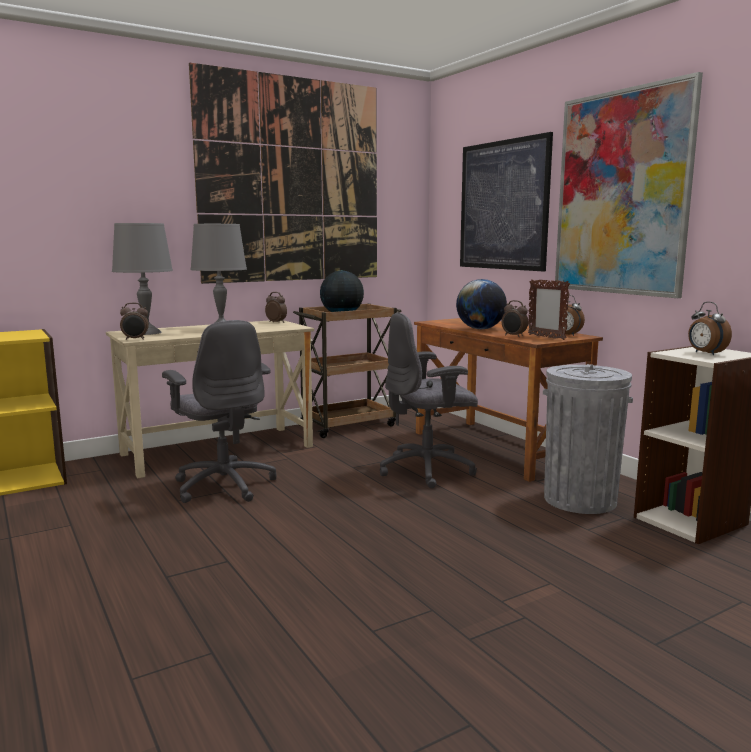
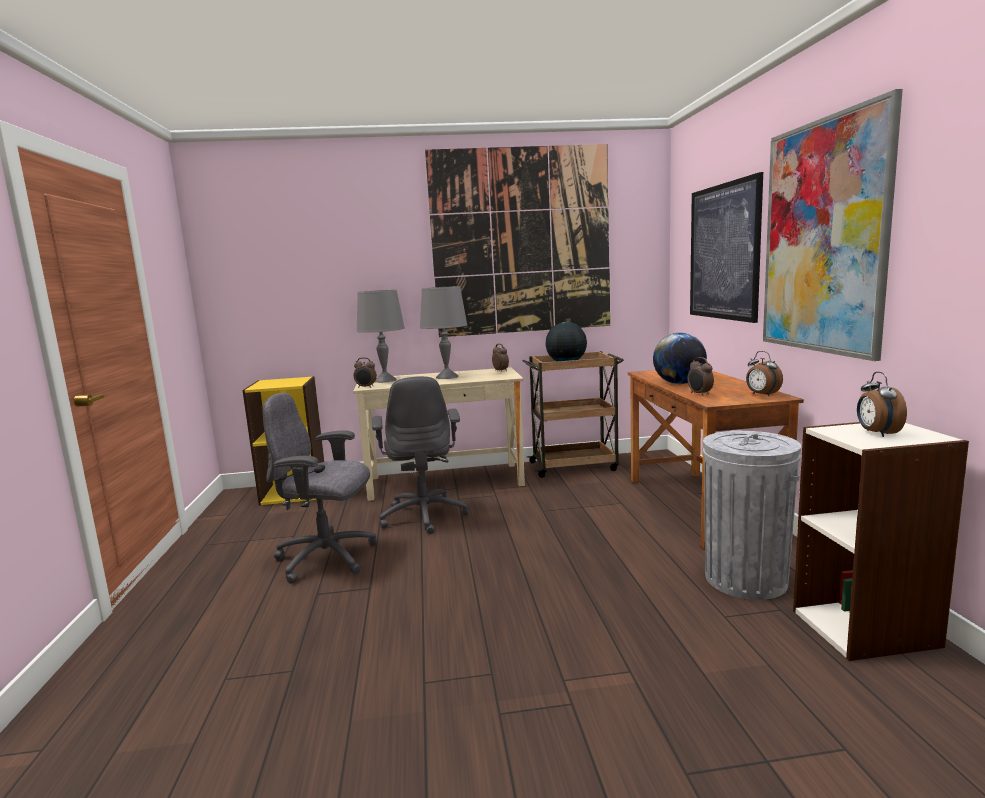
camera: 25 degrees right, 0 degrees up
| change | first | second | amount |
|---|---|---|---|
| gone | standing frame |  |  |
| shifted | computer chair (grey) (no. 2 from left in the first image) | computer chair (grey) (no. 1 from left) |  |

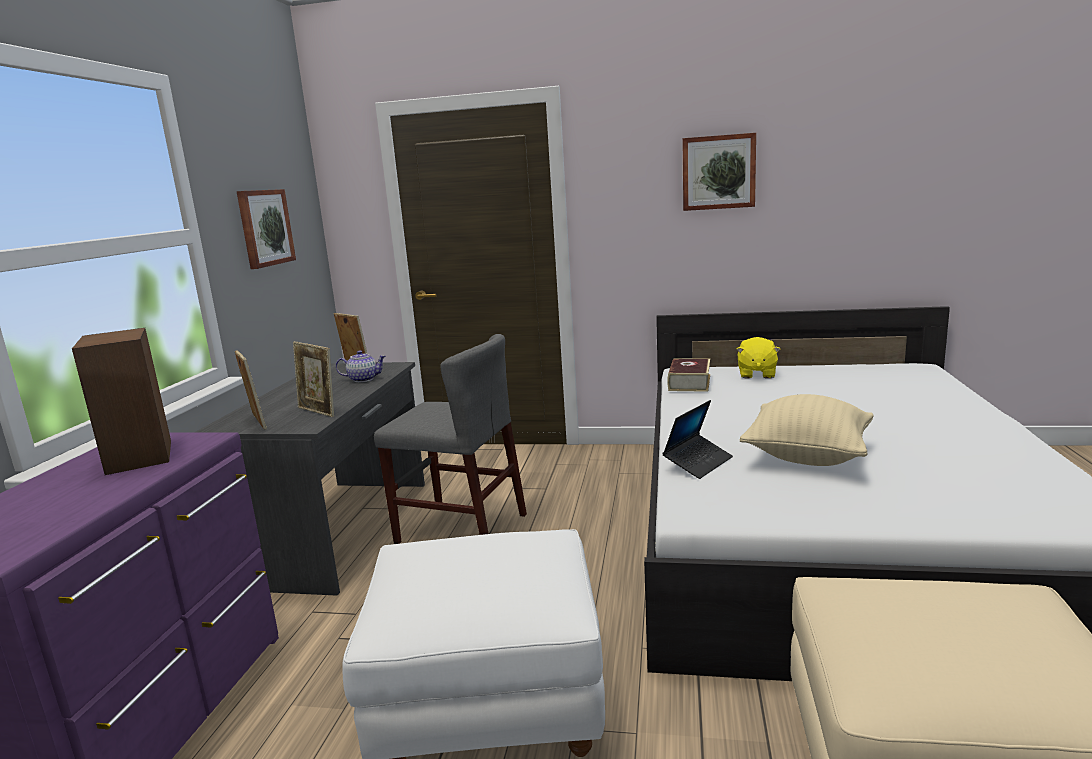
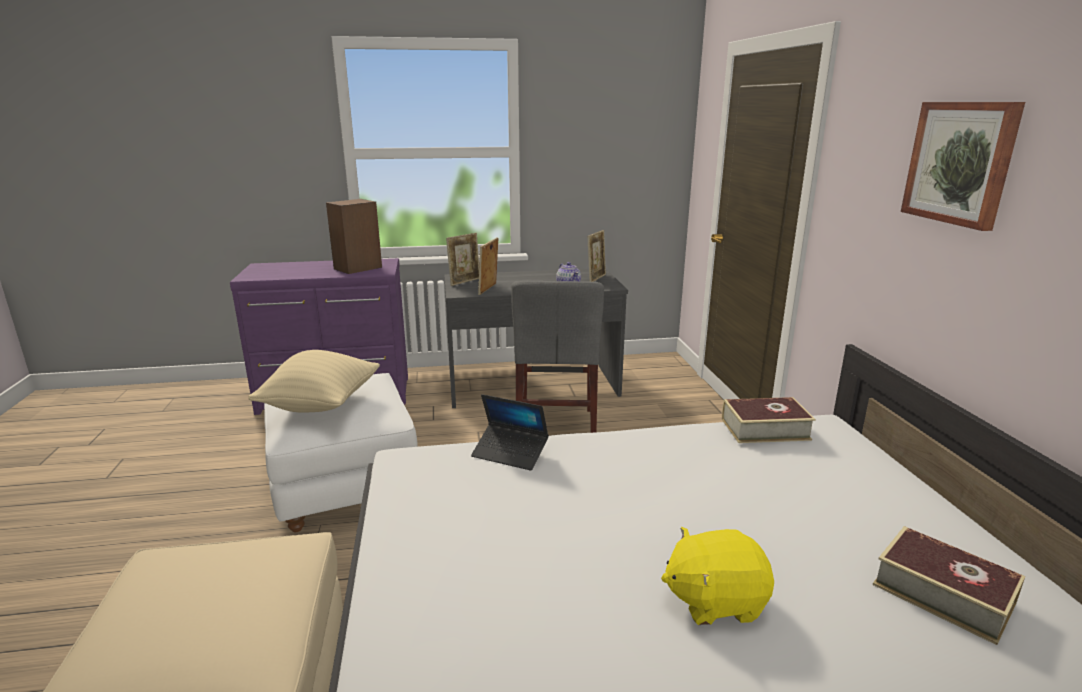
camera: 70 degrees right, 5 degrees up
| change | first | second | amount |
|---|---|---|---|
| gone | wall picture (no. 1 from left) |  |  |
| new |  | volume (no. 2 from left) |  |
| shifted | soft toy (yellowish) |  |  |
| shifted | throw pillow (beige) |  |  |

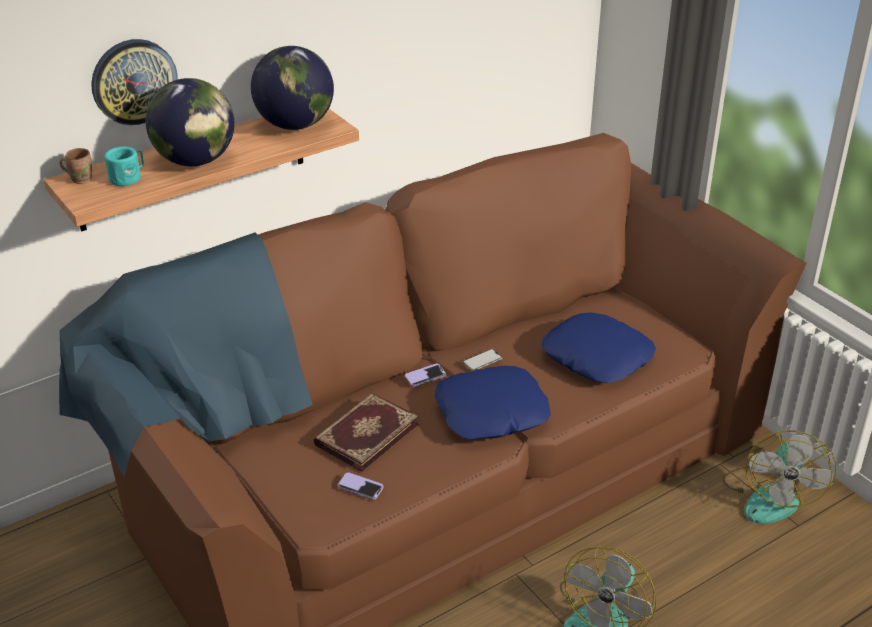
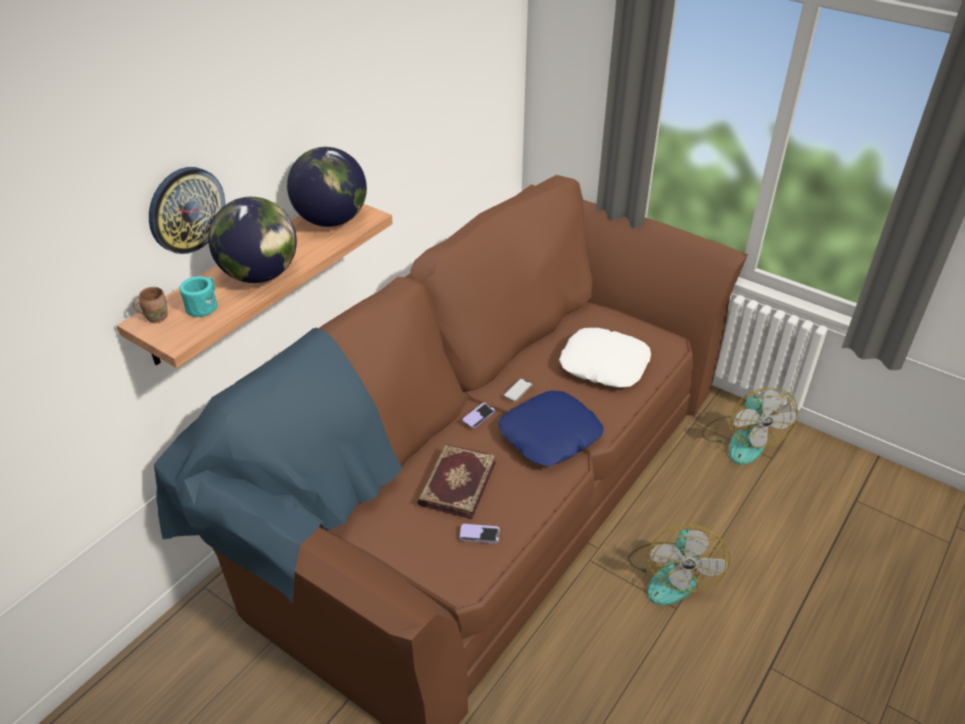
camera: 20 degrees left, 5 degrees up
| change | first | second | amount |
|---|---|---|---|
| repainted | throw pillow (bluish) (no. 2 from left) | throw pillow (white-coloured) |  |

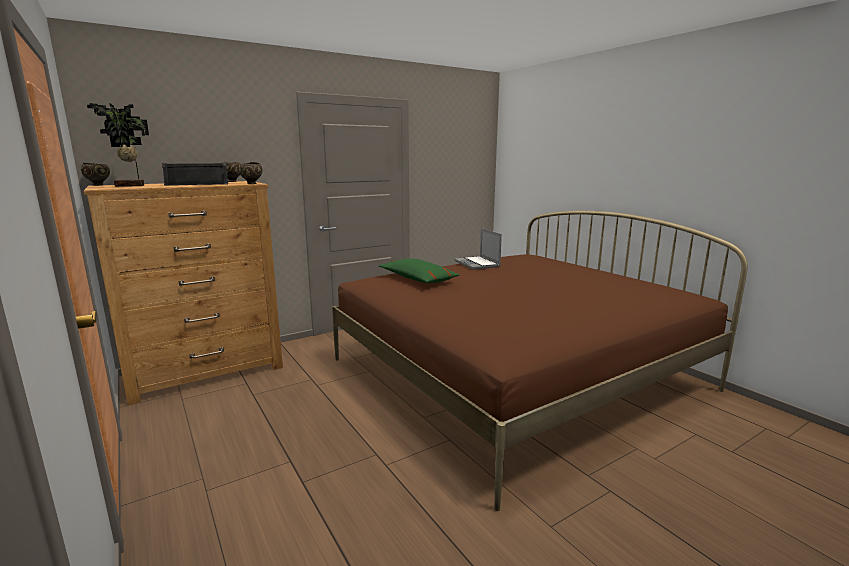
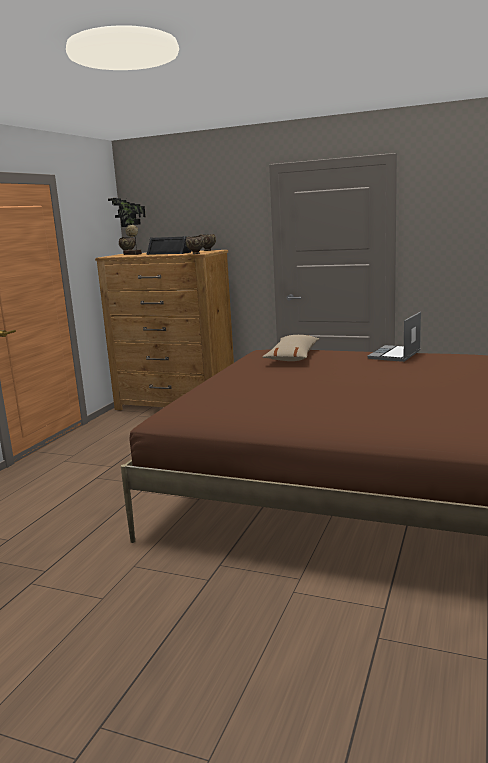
camera: 55 degrees right, 0 degrees up
| change | first | second | amount |
|---|---|---|---|
| repainted | throw pillow (greenish) | throw pillow (beige) |  |

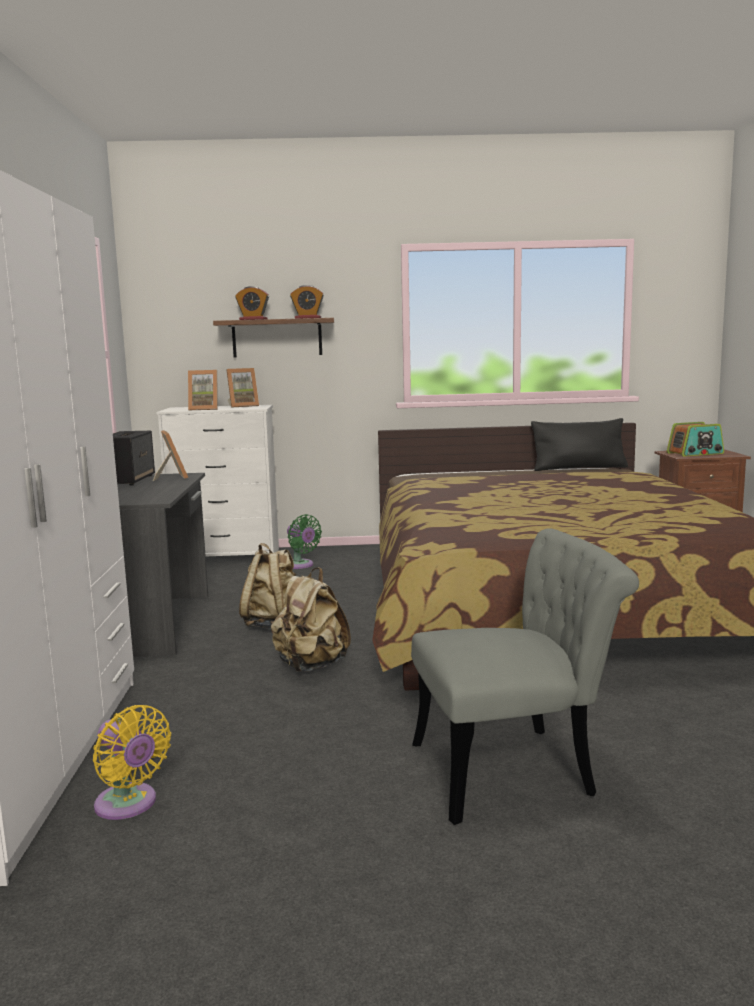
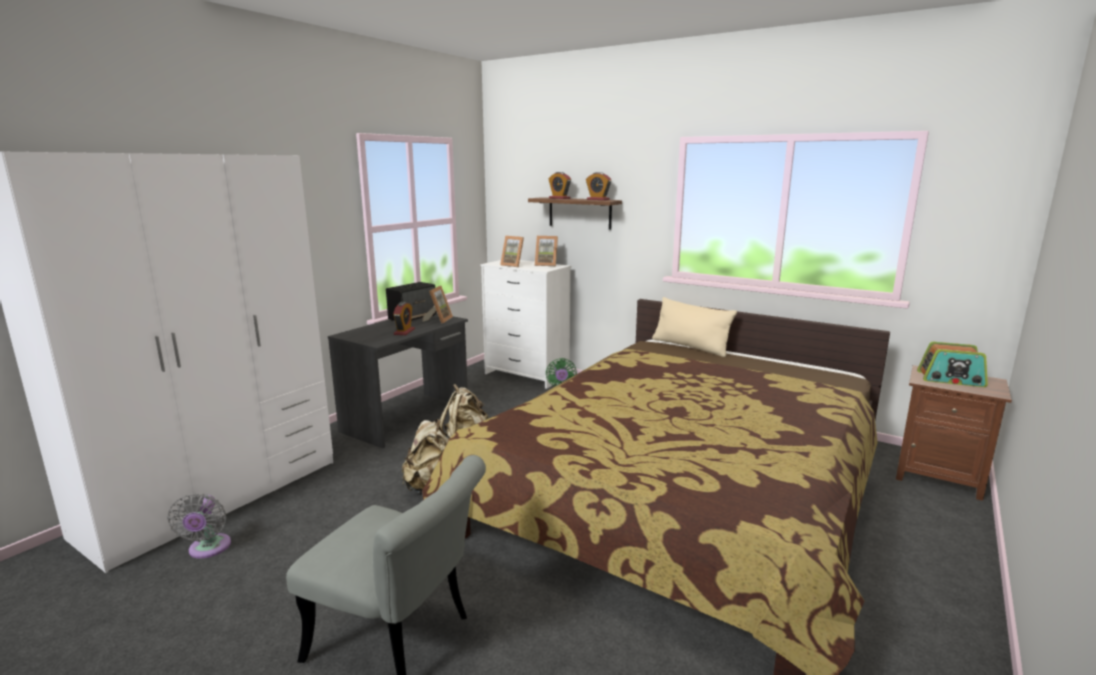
camera: 35 degrees right, 5 degrees up
| change | first | second | amount |
|---|---|---|---|
| gone | throw pillow (blackish) |  |  |
| new |  | table clock (no. 1 from left) |  |
| new |  | throw pillow (beige) |  |
| repainted | fan (yellowish) | fan (grey) |  |

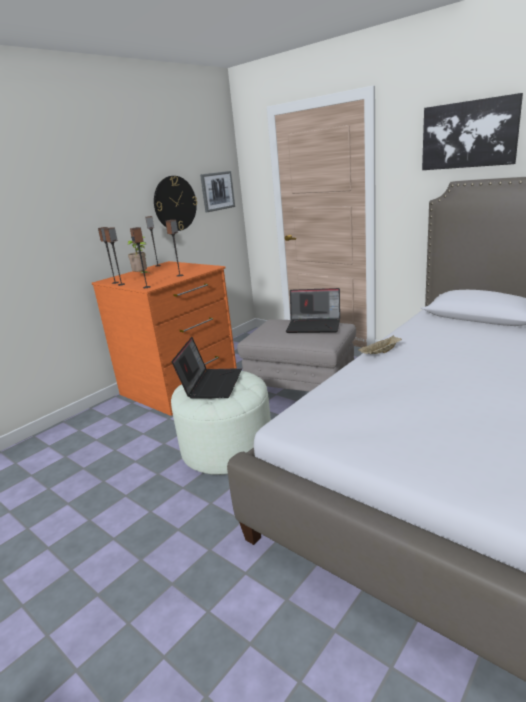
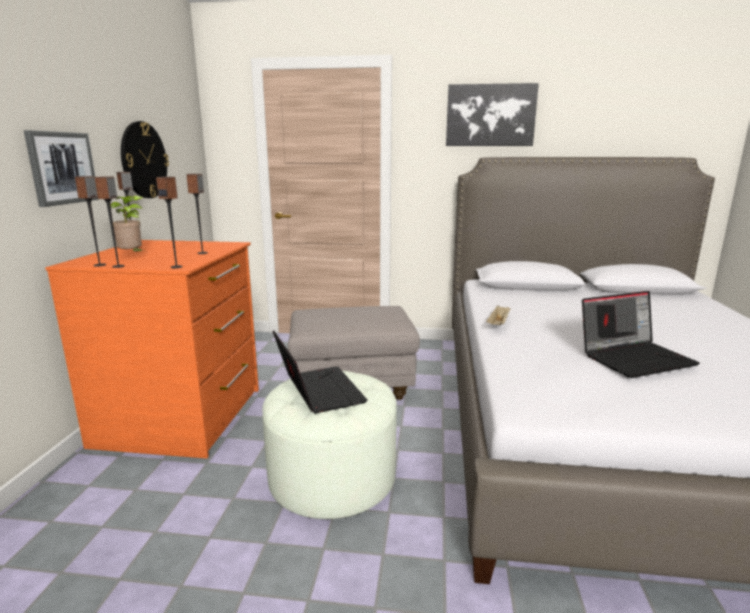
camera: 35 degrees left, 5 degrees down
| change | first | second | amount |
|---|---|---|---|
| shifted | wall picture (no. 1 from left) |  |  |
| shifted | portable computer (no. 2 from left) |  |  |

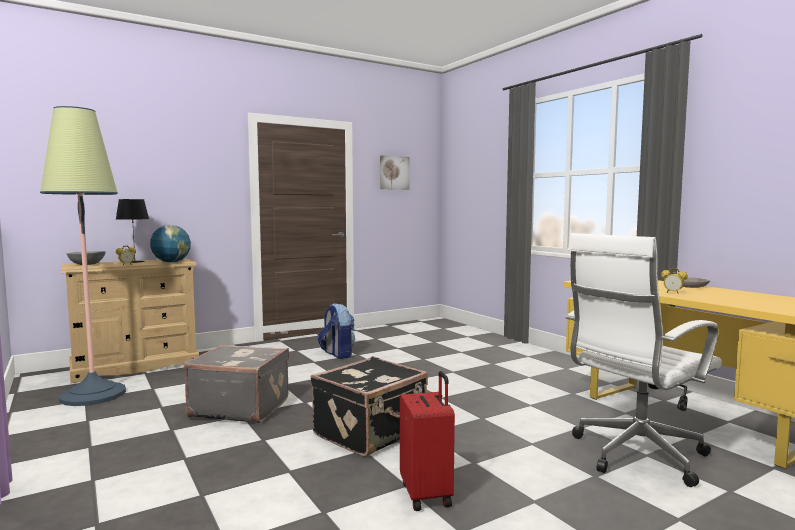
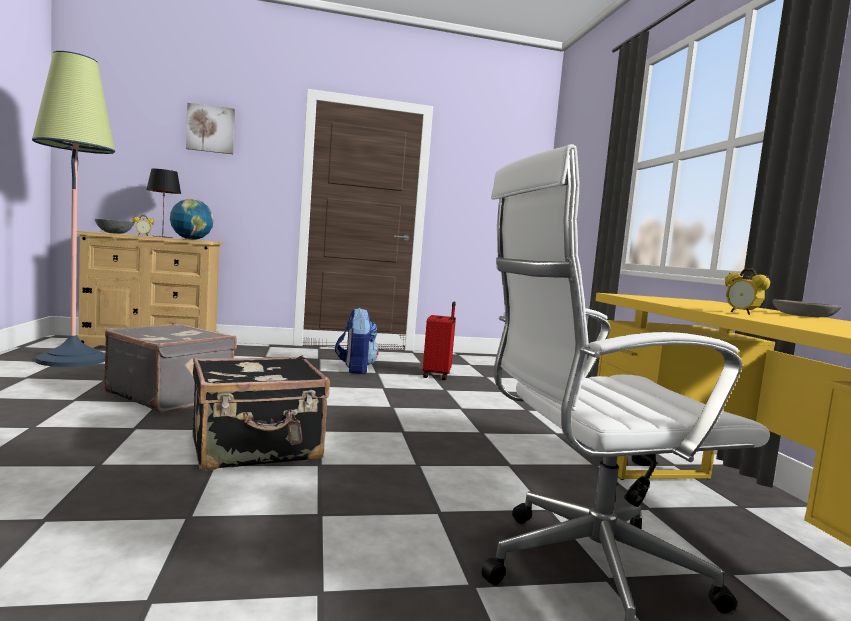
camera: 20 degrees right, 0 degrees up
| change | first | second | amount |
|---|---|---|---|
| shifted | wall picture |  |  |
| shifted | piece of luggage (reddish) |  |  |

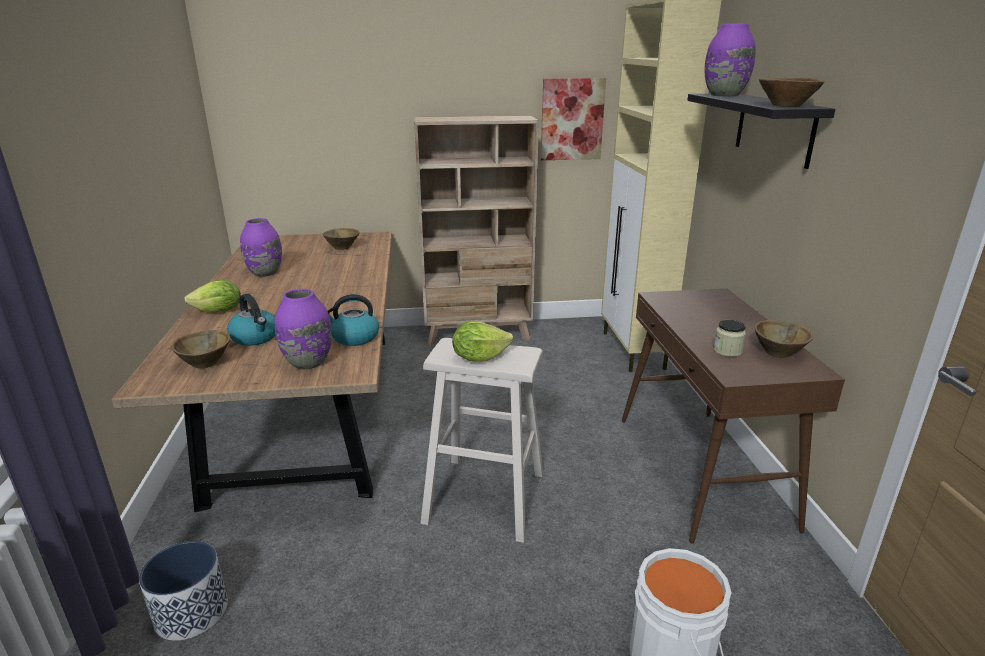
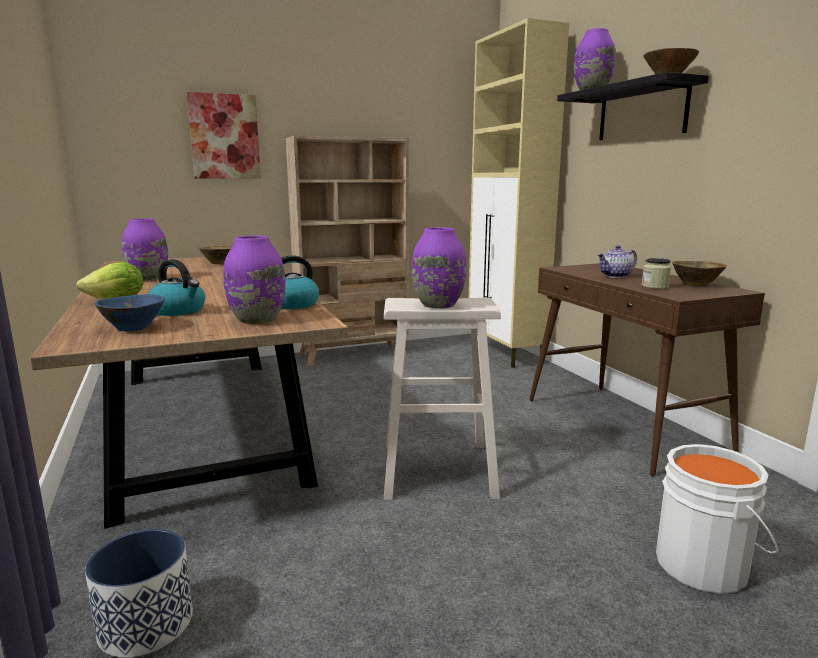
camera: 15 degrees left, 10 degrees down
| change | first | second | amount |
|---|---|---|---|
| new |  | tea pot |  |
| shifted | wall picture |  |  |
| swapped | lettuce (no. 2 from left) | decorative vase (purple-coloured) (no. 3 from left) |  |
| repainted | deep dish (brown-coloured) (no. 1 from left) | deep dish (bluish) |  |

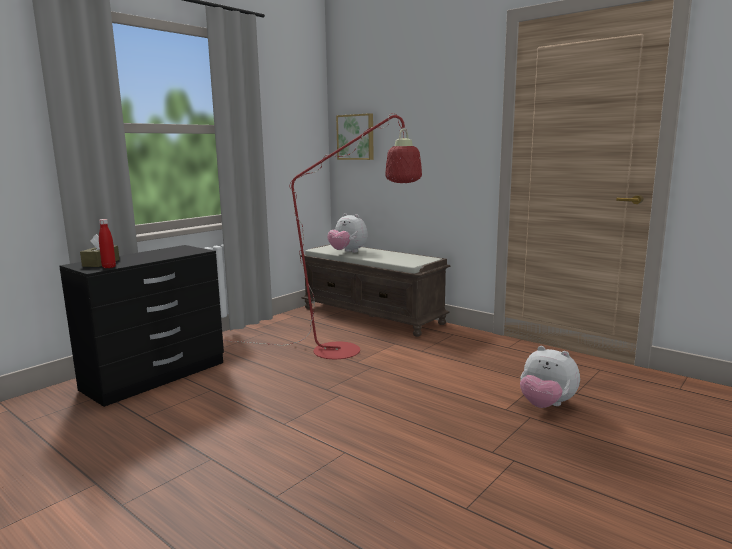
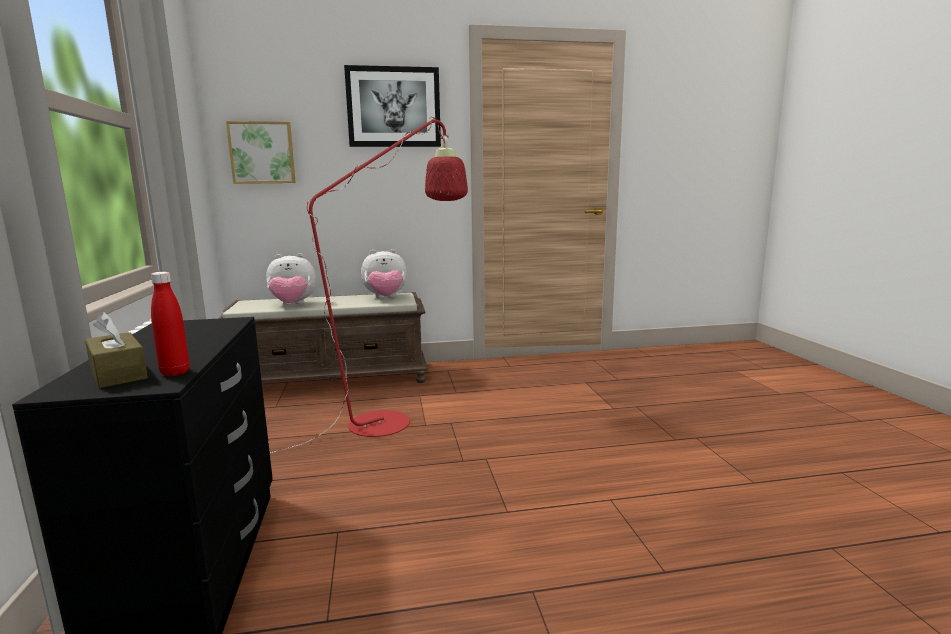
camera: 50 degrees left, 0 degrees up
| change | first | second | amount |
|---|---|---|---|
| new |  | wall picture (no. 2 from left) |  |
| shifted | soft toy (no. 2 from left) |  |  |

